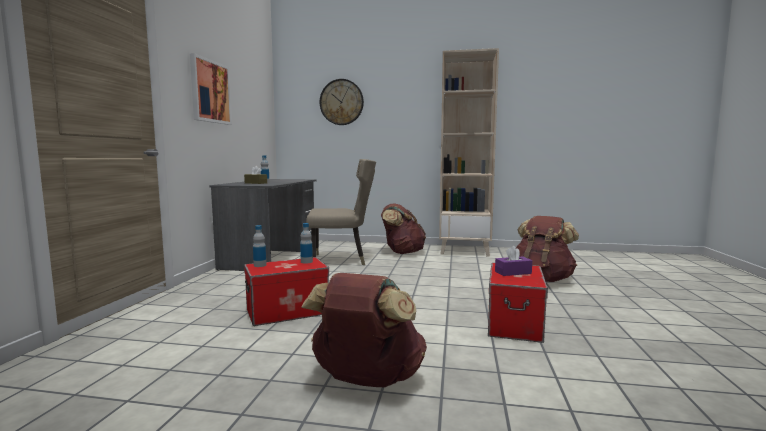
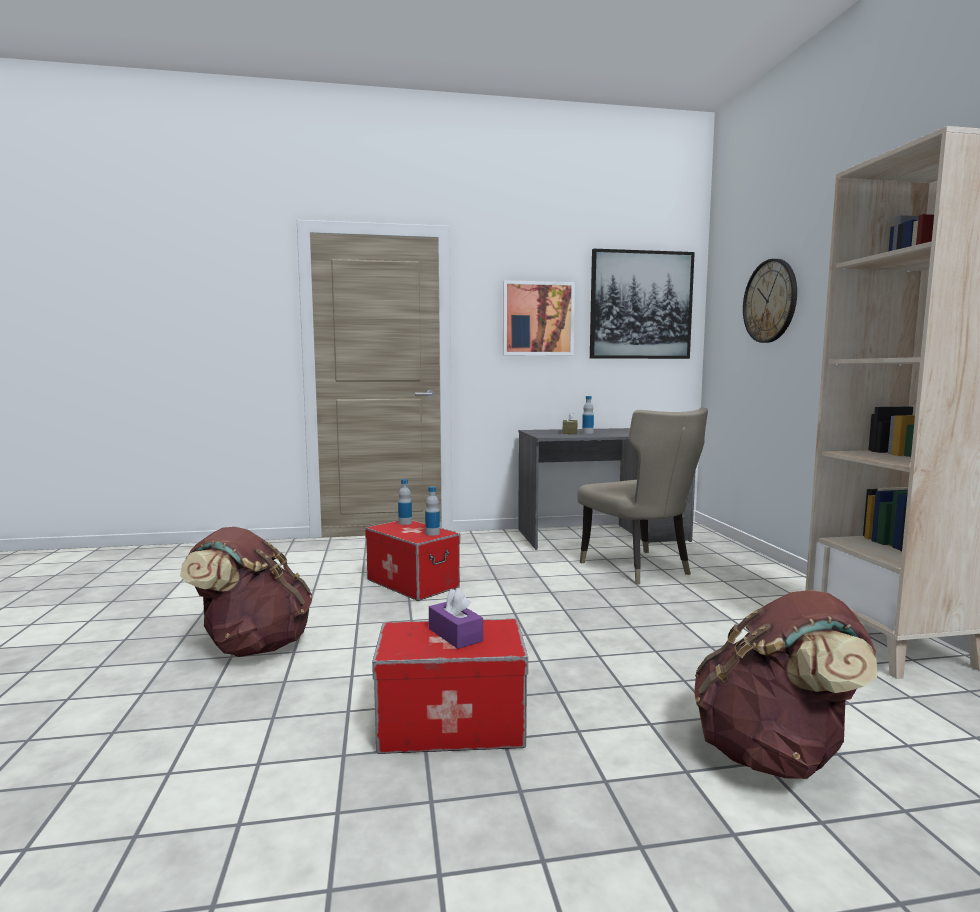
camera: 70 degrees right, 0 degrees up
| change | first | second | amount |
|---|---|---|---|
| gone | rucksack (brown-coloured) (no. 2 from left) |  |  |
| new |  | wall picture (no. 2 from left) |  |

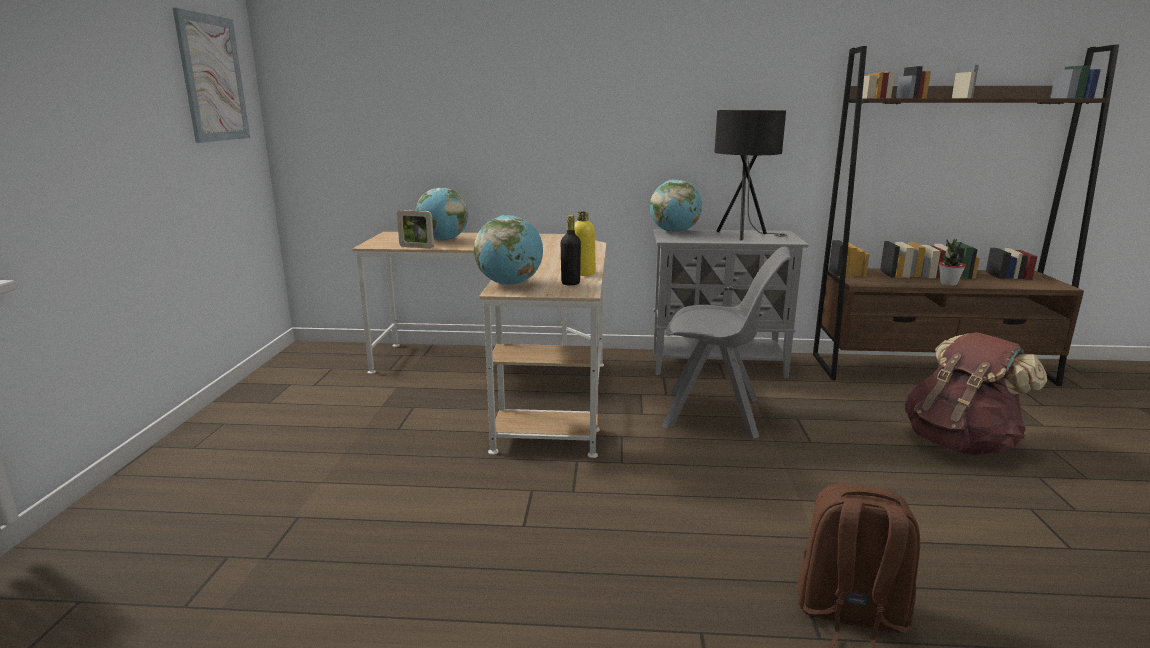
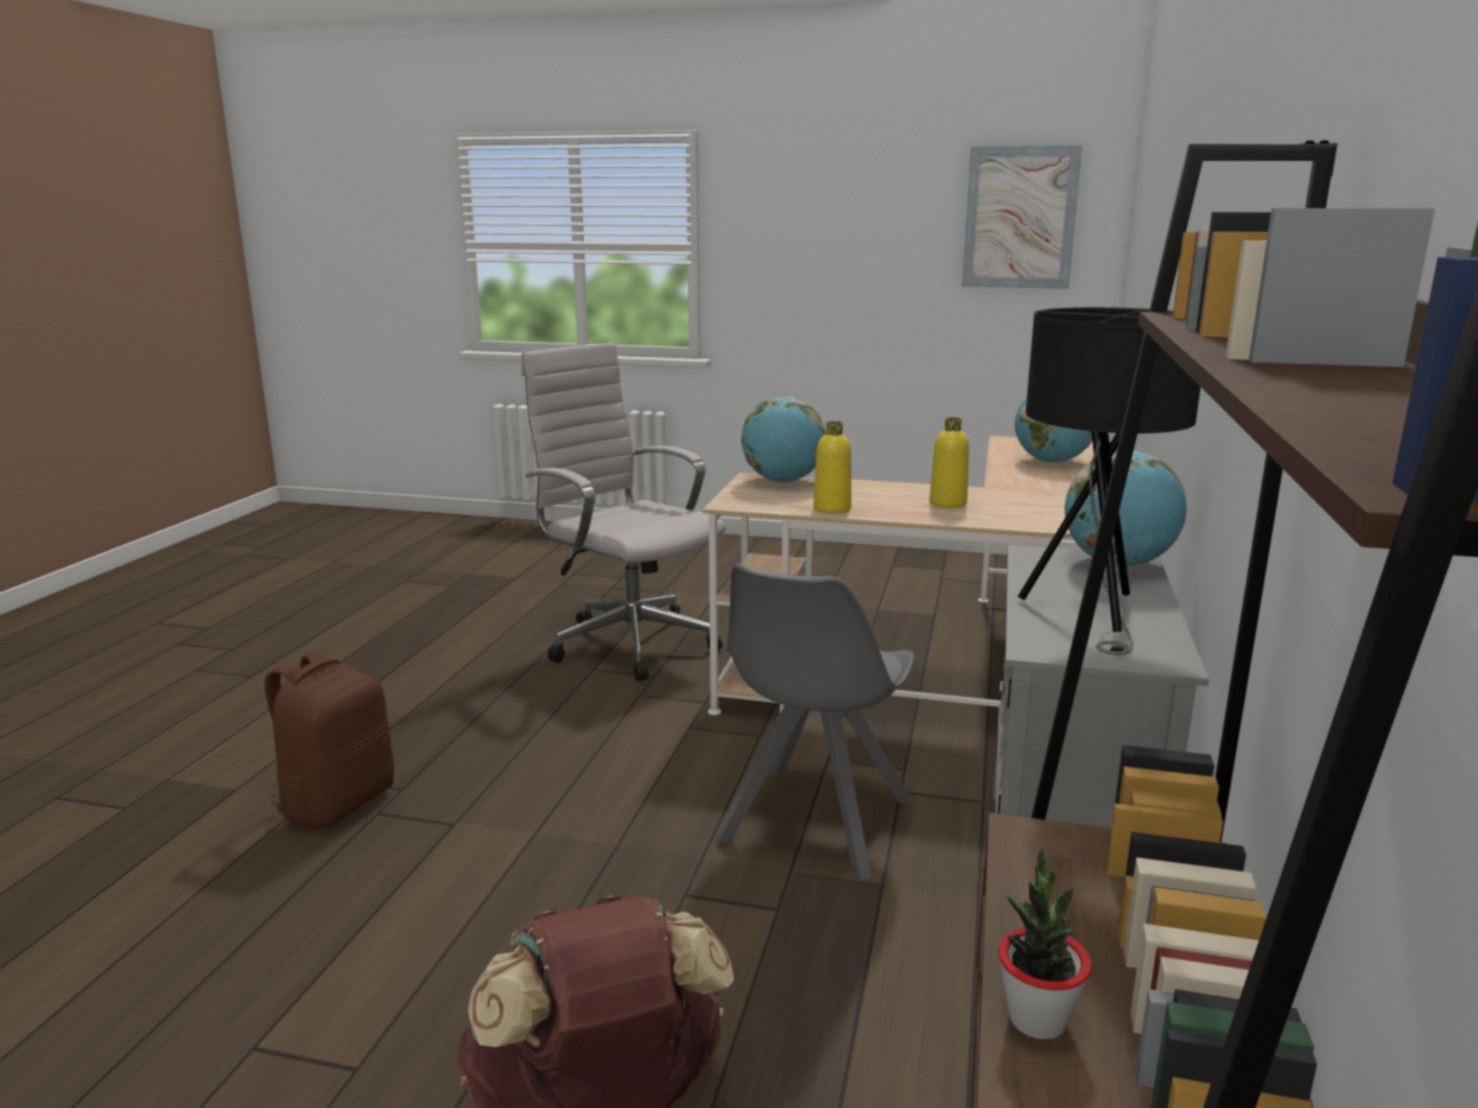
camera: 100 degrees right, 0 degrees up
| change | first | second | amount |
|---|---|---|---|
| gone | standing frame |  |  |
| gone | bottle (blackish) |  |  |
| new |  | computer chair (white-coloured) |  |
| new |  | bottle (yellowish) (no. 2 from left) |  |

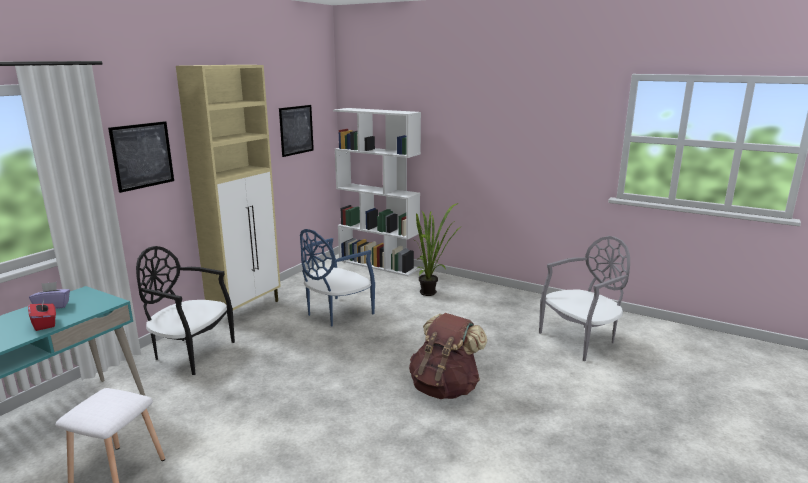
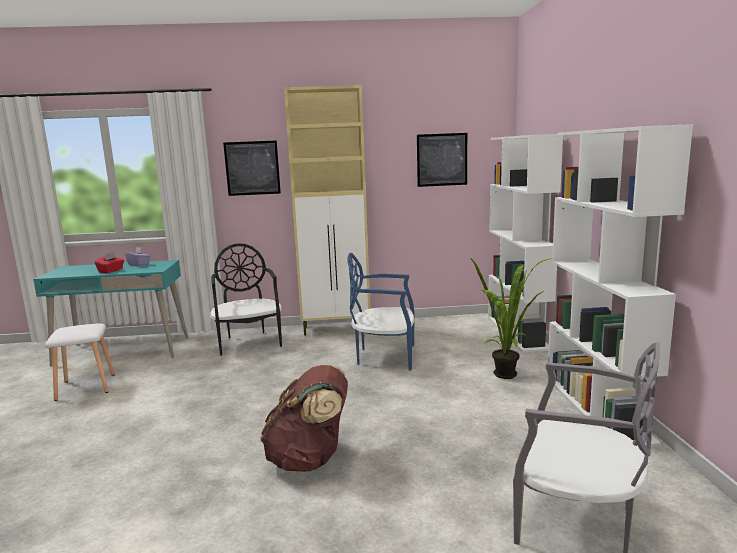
camera: 55 degrees right, 5 degrees down
| change | first | second | amount |
|---|---|---|---|
| new |  | shelving unit (white-coloured) (no. 2 from left) |  |

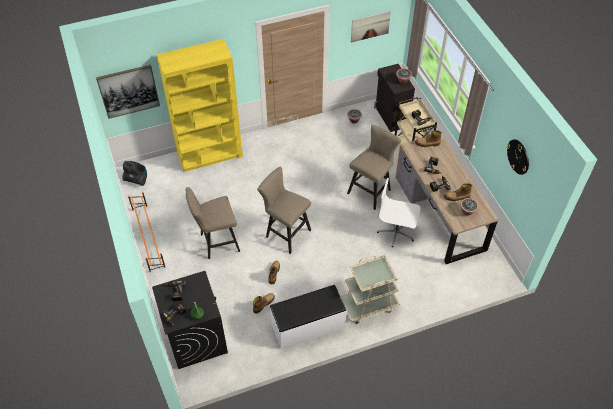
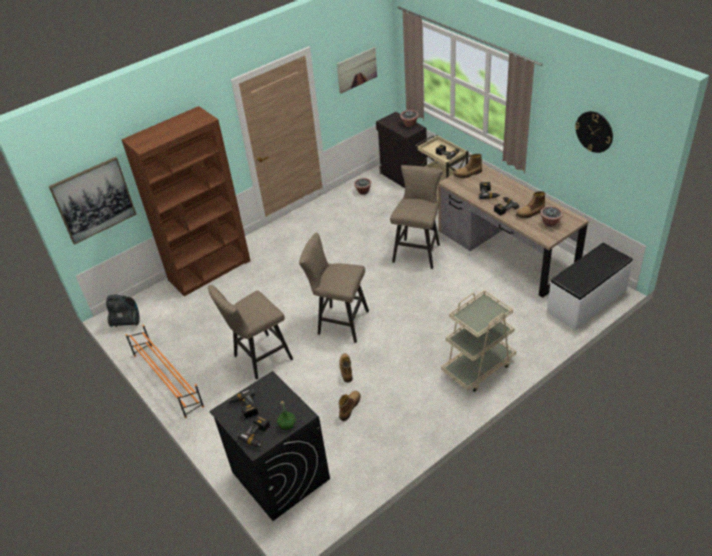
camera: 15 degrees left, 10 degrees down
| change | first | second | amount |
|---|---|---|---|
| gone | computer chair (white-coloured) |  |  |
| shifted | long seat (white-coloured) |  |  |
| repainted | shelving unit (yellowish) | shelving unit (brown-coloured) |  |

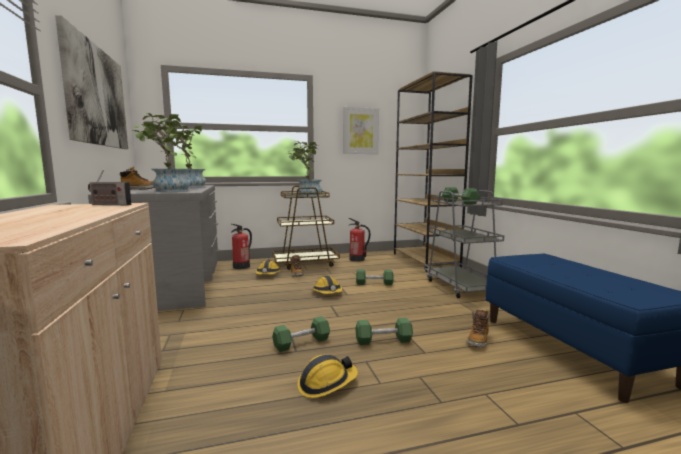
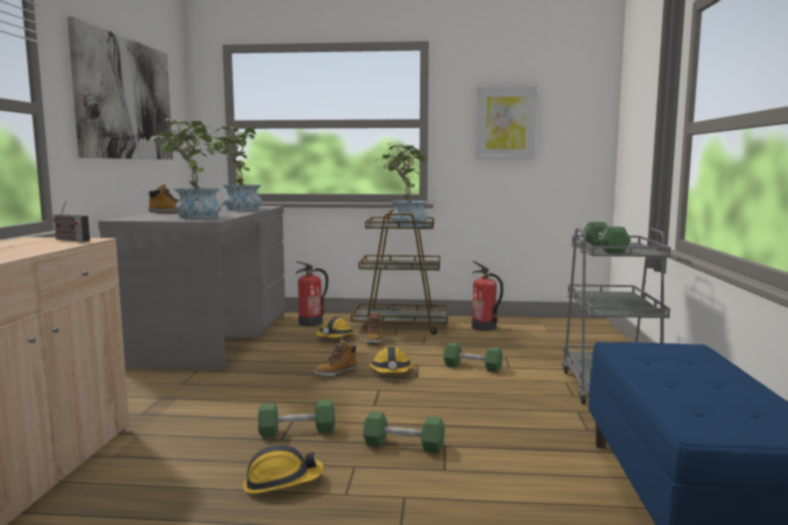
camera: 20 degrees right, 0 degrees up
| change | first | second | amount |
|---|---|---|---|
| gone | shelving unit (brown-coloured) |  |  |
| shifted | tall boot (no. 3 from left in the first image) | tall boot (no. 2 from left) |  |

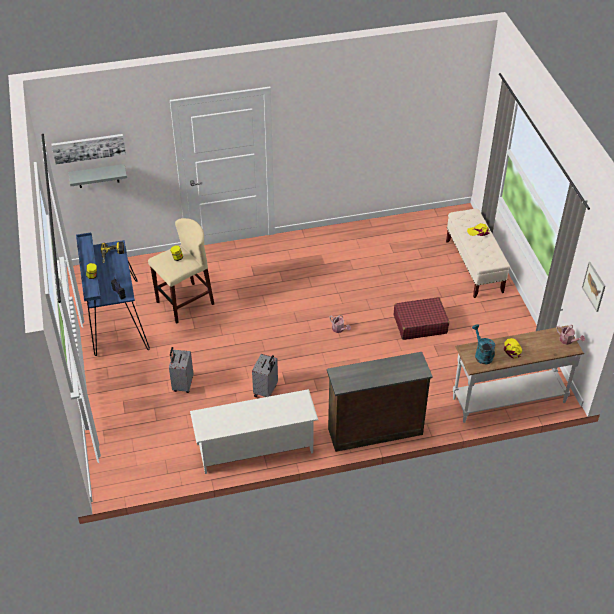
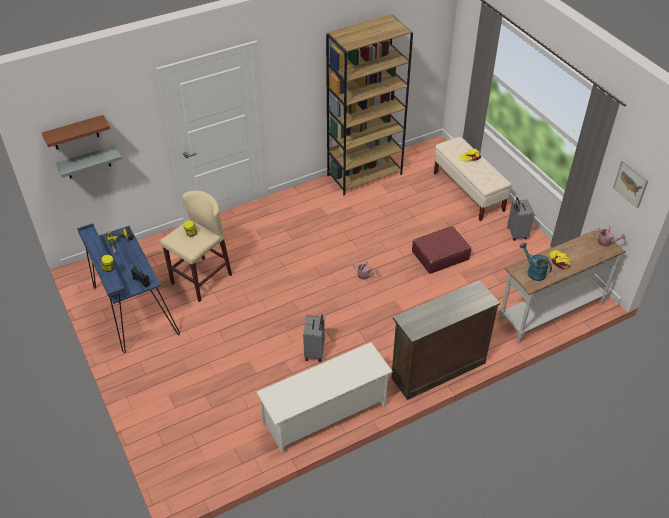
camera: 15 degrees left, 0 degrees up
| change | first | second | amount |
|---|---|---|---|
| new |  | shelving unit (brown-coloured) |  |
| shifted | piece of luggage (grey) (no. 1 from left in the first image) | piece of luggage (grey) (no. 2 from left) |  |
| swapped | wall picture (no. 1 from left) | shelf (brown-coloured) |  |

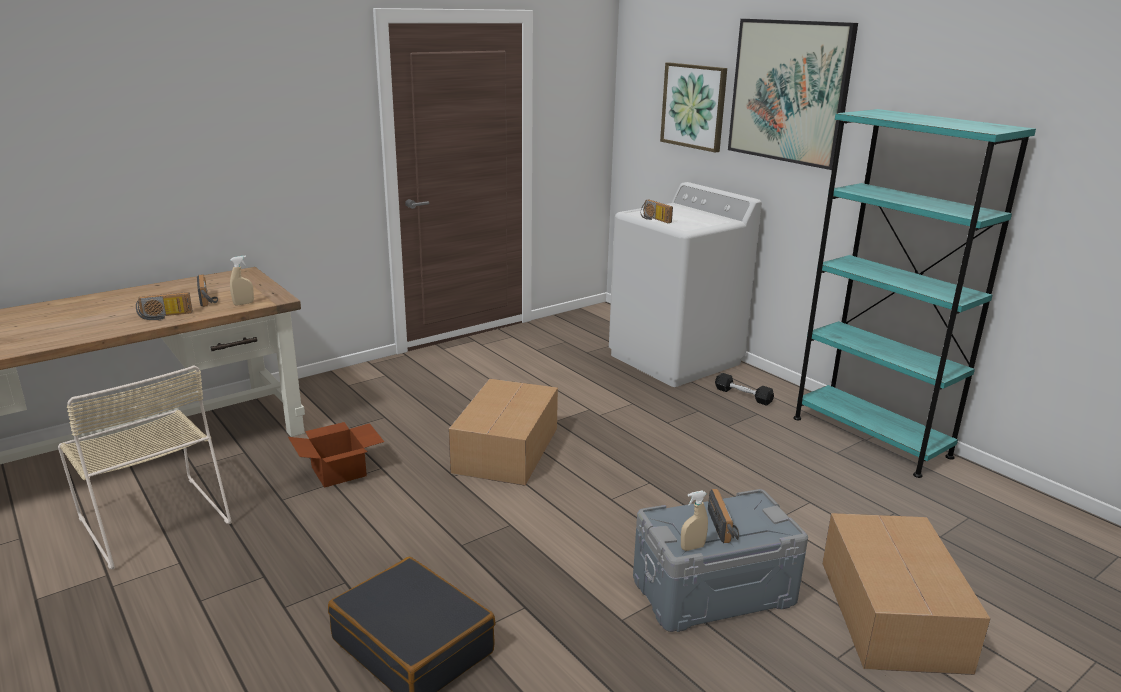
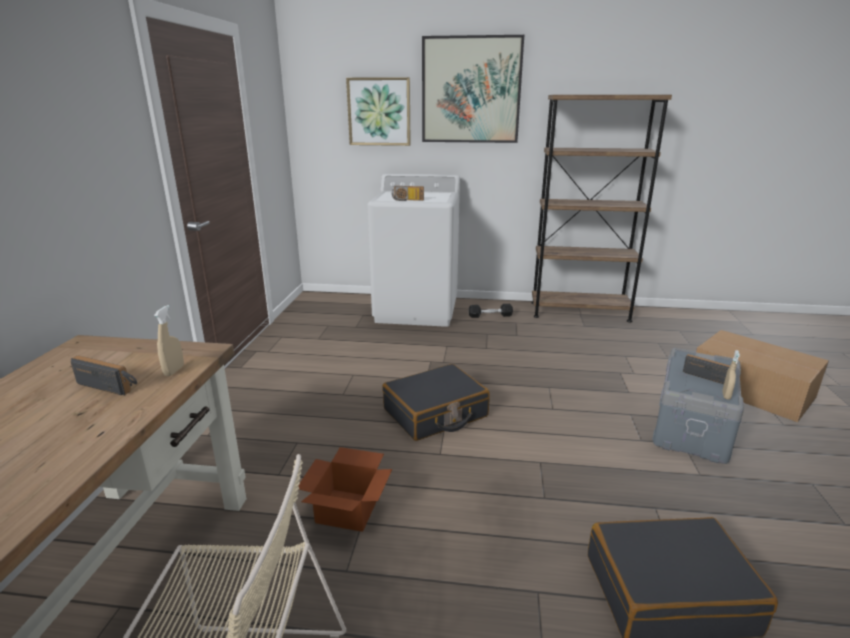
camera: 45 degrees left, 0 degrees up
| change | first | second | amount |
|---|---|---|---|
| gone | radio set (no. 1 from left) |  |  |
| swapped | carton (no. 2 from left) | piece of luggage (blackish) (no. 1 from left) |  |
| repainted | shelving unit (blue-green) | shelving unit (brown-coloured) |  |

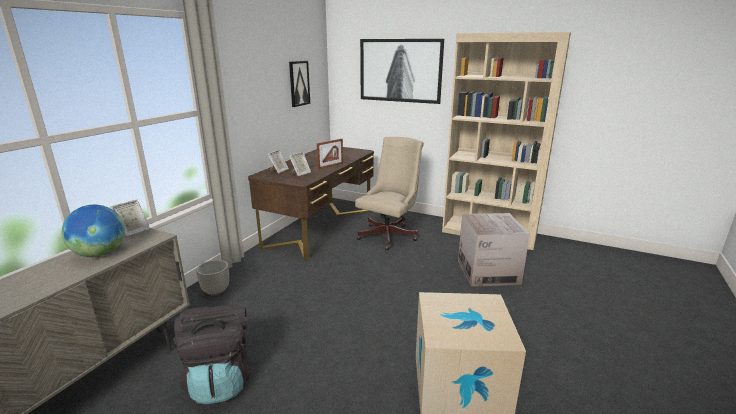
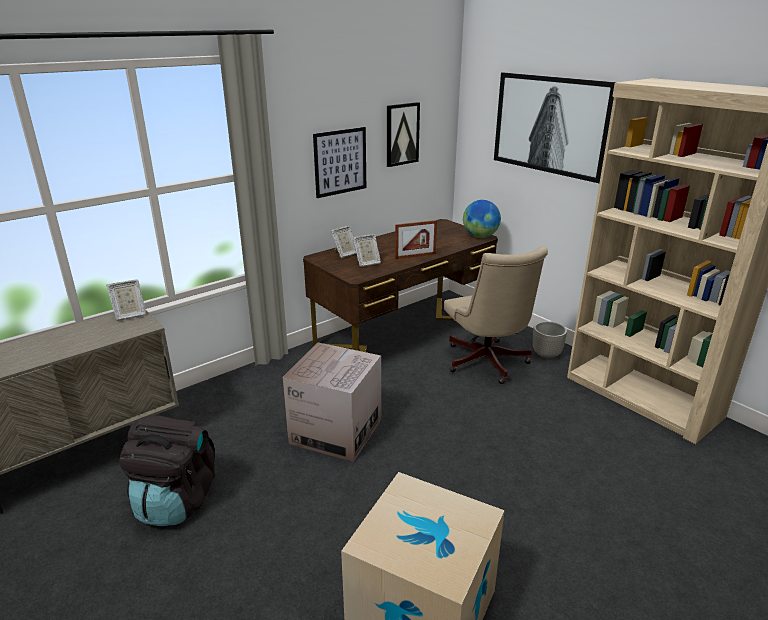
camera: 25 degrees right, 5 degrees up
| change | first | second | amount |
|---|---|---|---|
| new |  | wall picture (no. 1 from left) |  |
| shifted | globe |  |  |
| shifted | plant pot |  |  |
| shifted | carton (no. 2 from left in the first image) | carton (no. 1 from left) |  |
| rotated | computer chair (beige) |  | 105 degrees clockwise |

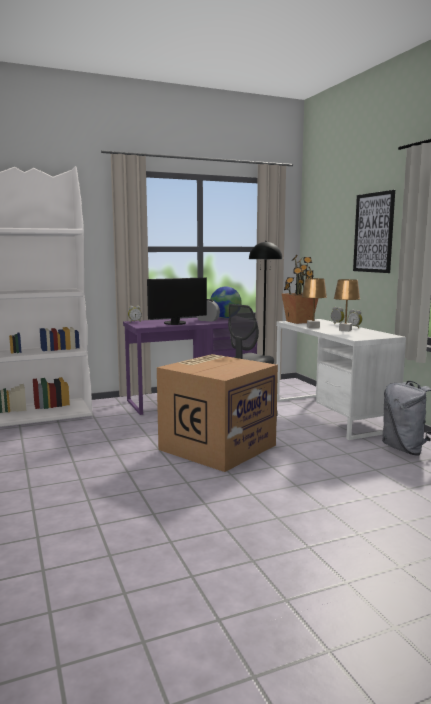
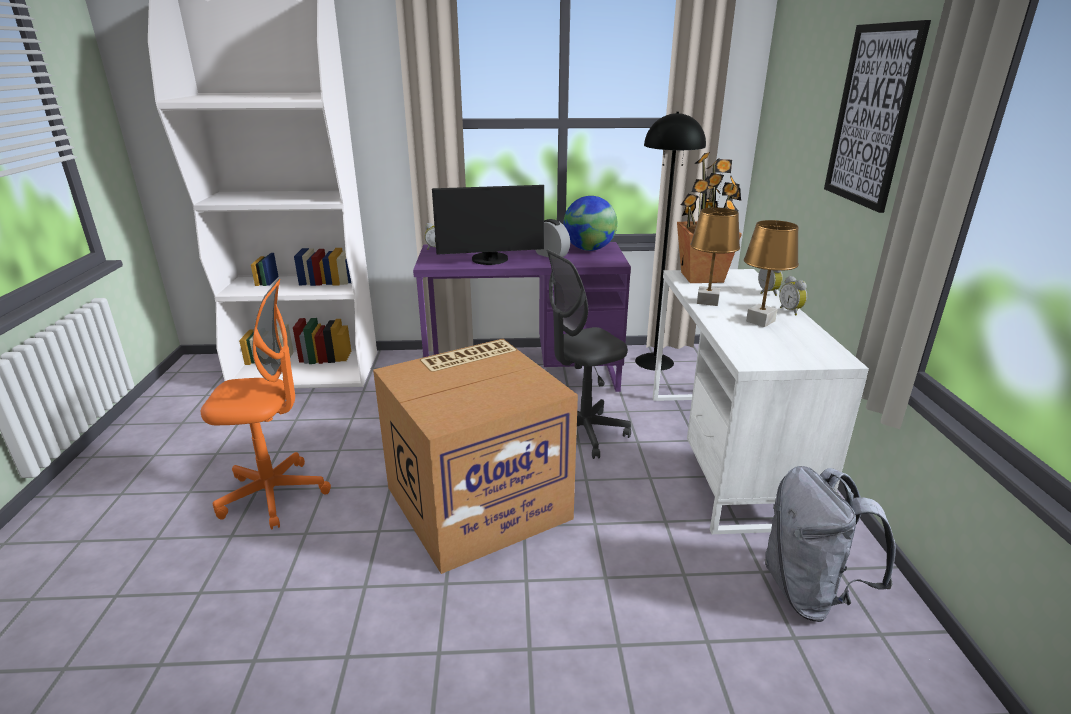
camera: 20 degrees right, 15 degrees up
| change | first | second | amount |
|---|---|---|---|
| new |  | computer chair (orange-coloured) |  |

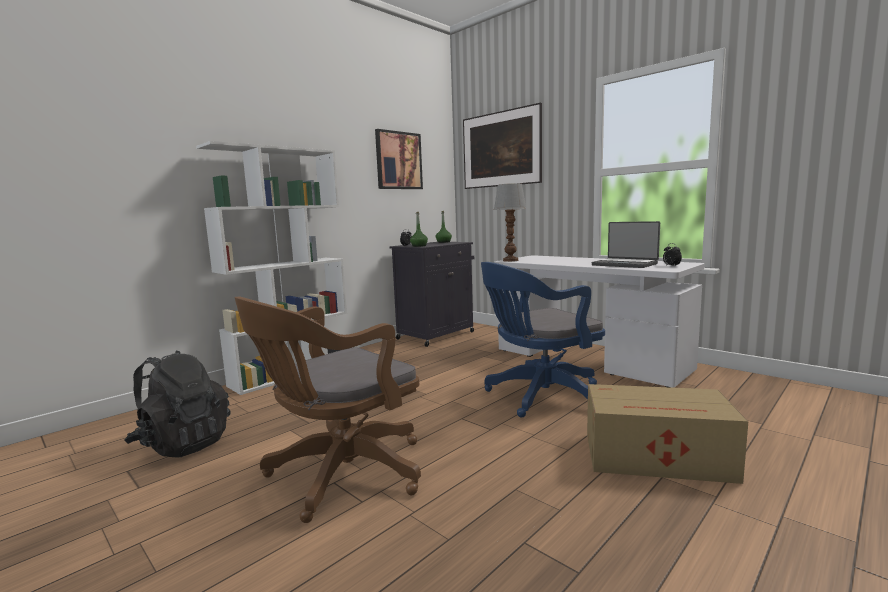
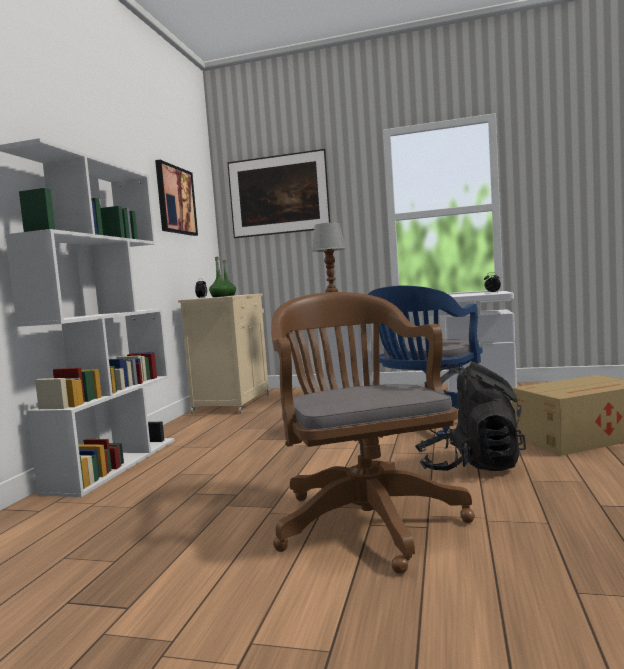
camera: 30 degrees left, 5 degrees down
| change | first | second | amount |
|---|---|---|---|
| gone | portable computer |  |  |
| shifted | rucksack (blackish) |  |  |
| repainted | cupboard (blackish) | cupboard (beige) |  |
| rotated | computer chair (brown-coloured) |  | 150 degrees clockwise |

